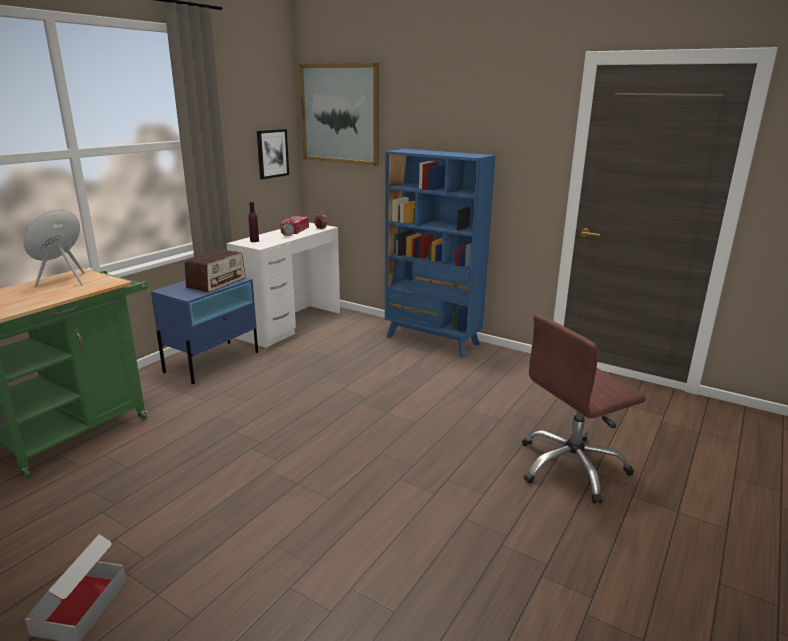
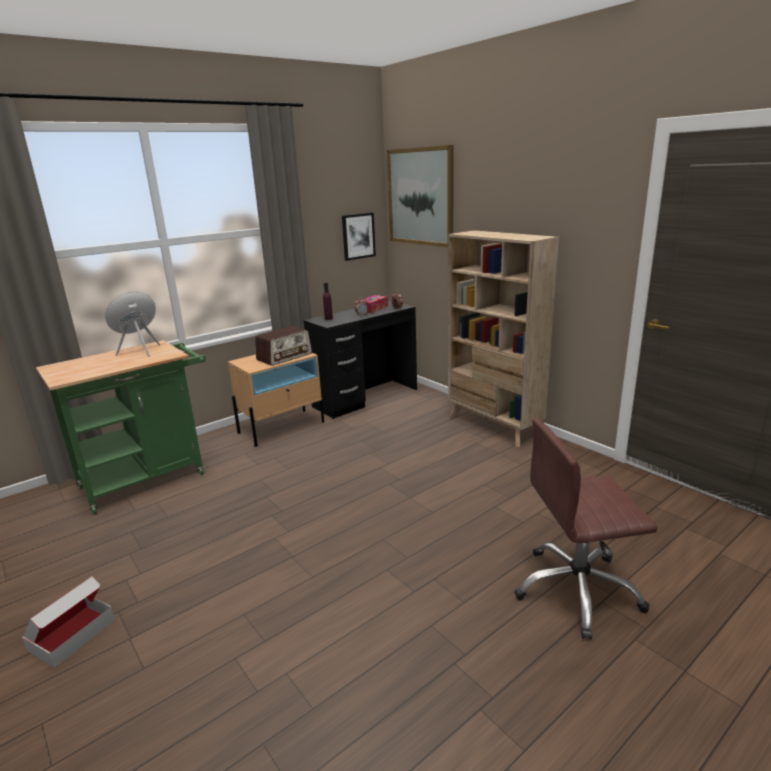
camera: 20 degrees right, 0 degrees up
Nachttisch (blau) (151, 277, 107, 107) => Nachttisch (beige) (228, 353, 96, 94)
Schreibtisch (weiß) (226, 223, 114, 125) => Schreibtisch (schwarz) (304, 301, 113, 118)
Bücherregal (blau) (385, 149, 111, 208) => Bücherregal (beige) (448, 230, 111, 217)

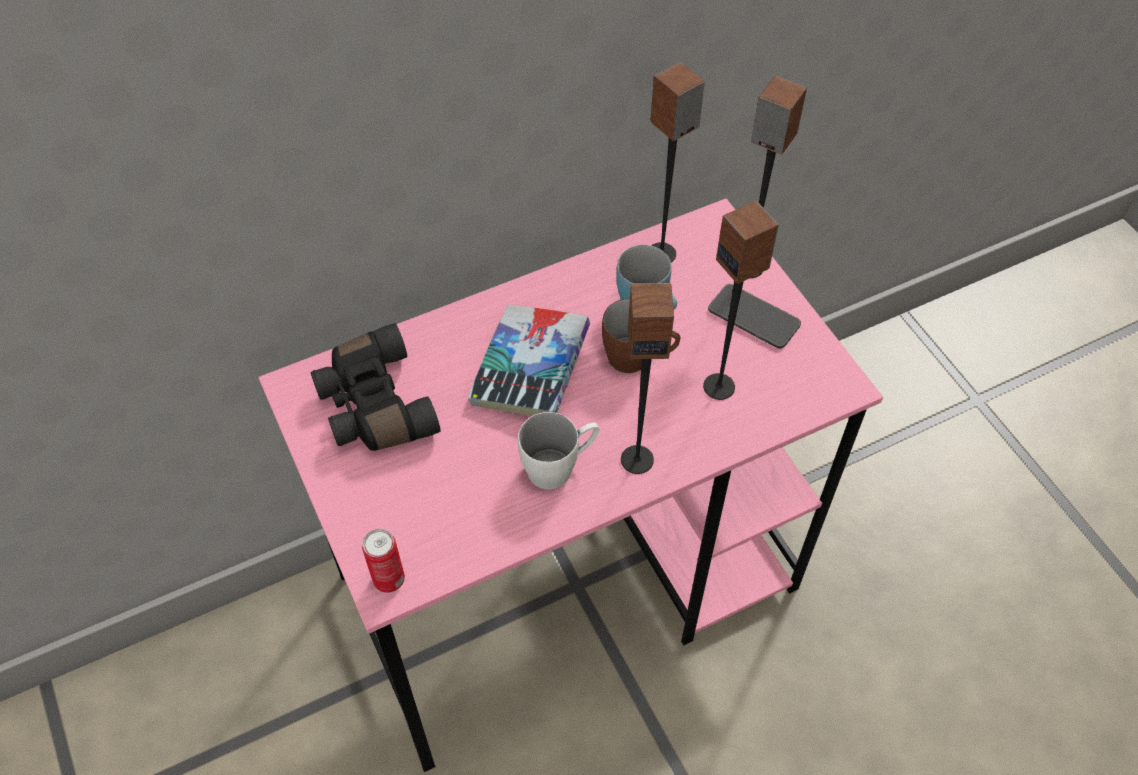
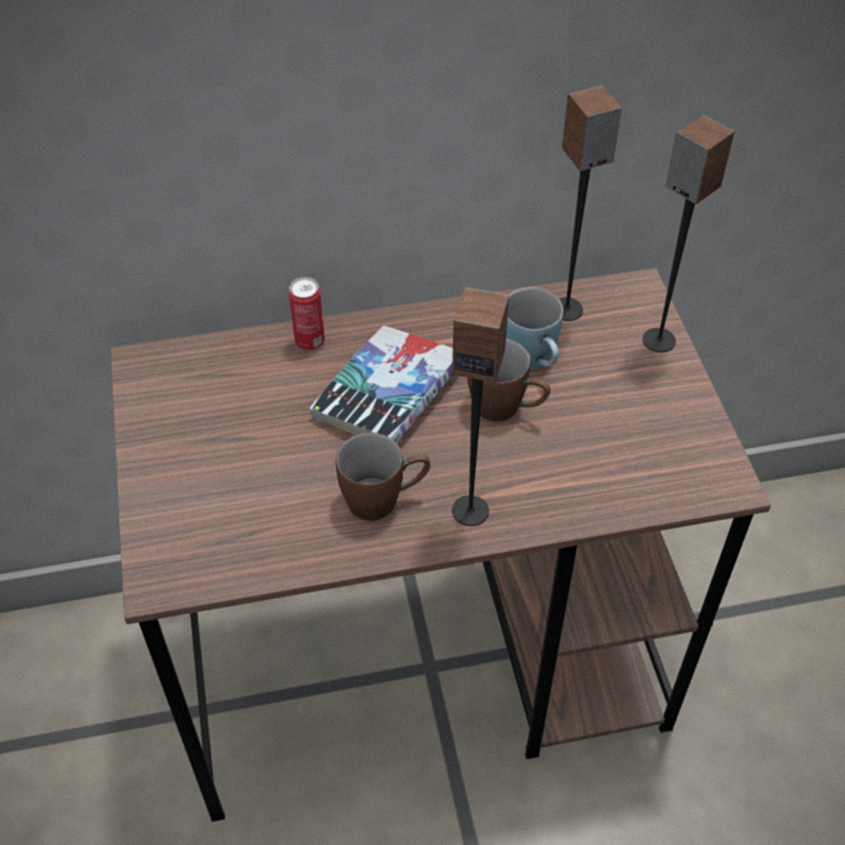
camera: 15 degrees right, 5 degrees down
Fernglas (schwarz) (310, 323, 131, 128) => nothing
Lautsprecher (703, 201, 76, 199) => nothing
Handy (708, 284, 93, 64) => nothing
Dose (362, 529, 43, 64) => Dose (289, 277, 36, 74), moved
Schreibtisch (rosa) (258, 198, 625, 574) => Schreibtisch (braun) (110, 268, 661, 554)
Henkelbecher (weiß) (518, 412, 82, 77) => Henkelbecher (braun) (336, 432, 94, 89)

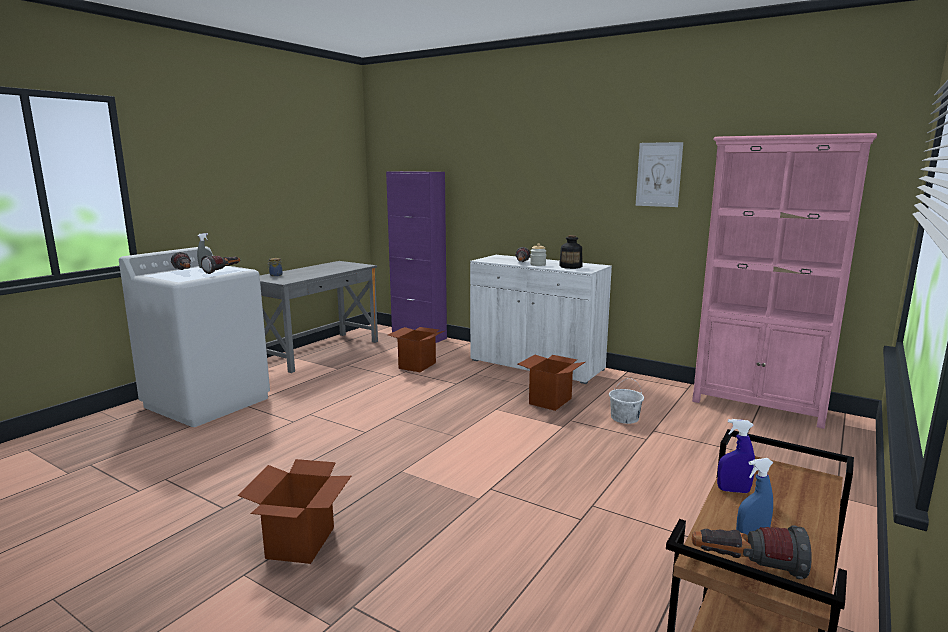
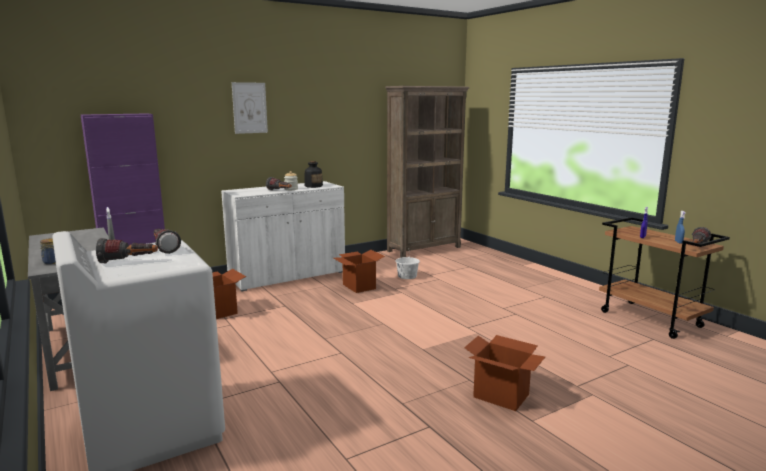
camera: 65 degrees left, 0 degrees up
Bild (636, 142, 47, 65) => Bild (232, 82, 36, 52), moved
Bücherregal (rosa) (692, 133, 185, 296) => Bücherregal (braun) (385, 86, 84, 172)

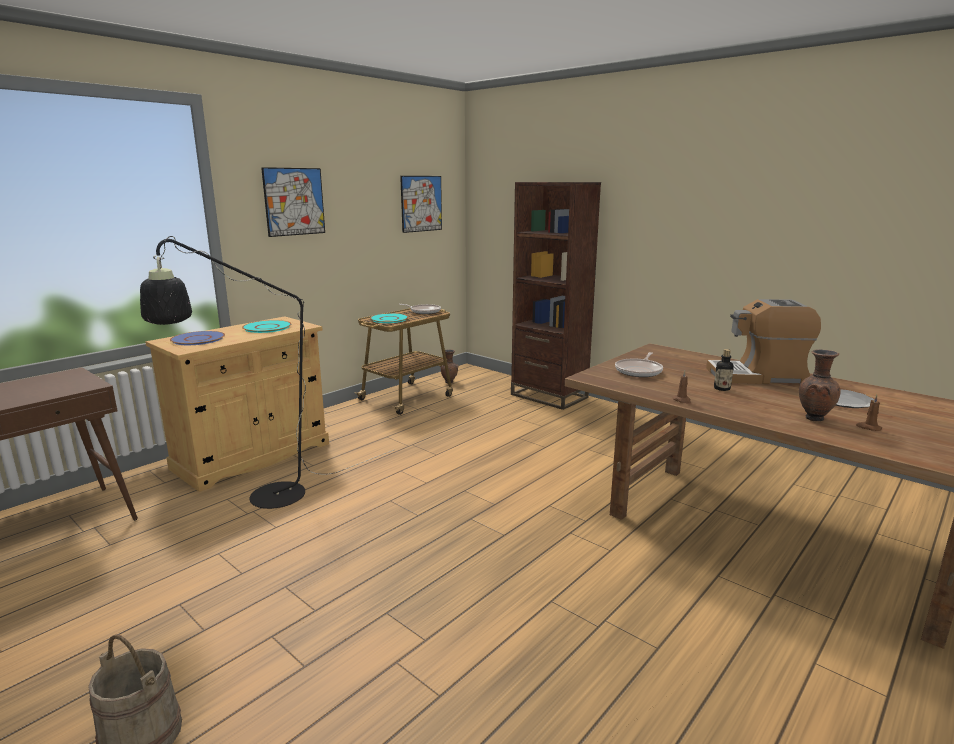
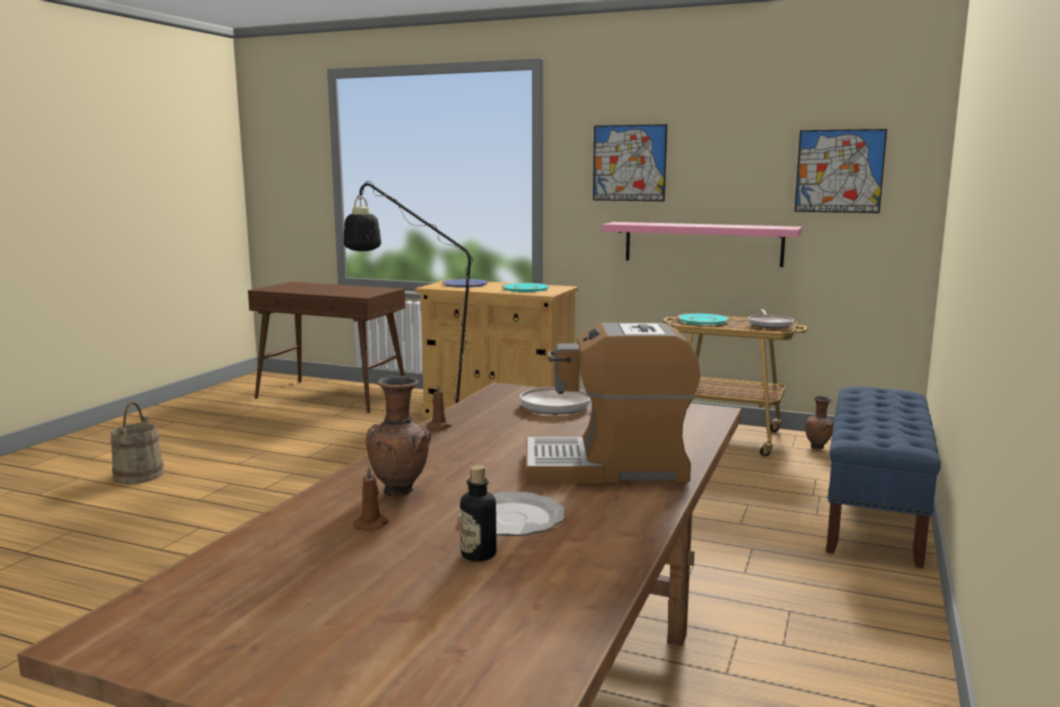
camera: 70 degrees right, 5 degrees down
nothing => Wandregal (rosa) (602, 222, 200, 45)
Flasche (714, 349, 20, 42) => Flasche (460, 465, 36, 96), moved
Bücherregal (braun) (511, 182, 90, 228) => Bank (blau) (826, 386, 115, 182)
Kaffeemaschine (706, 299, 115, 85) => Kaffeemaschine (526, 323, 174, 161), 75 degrees counterclockwise

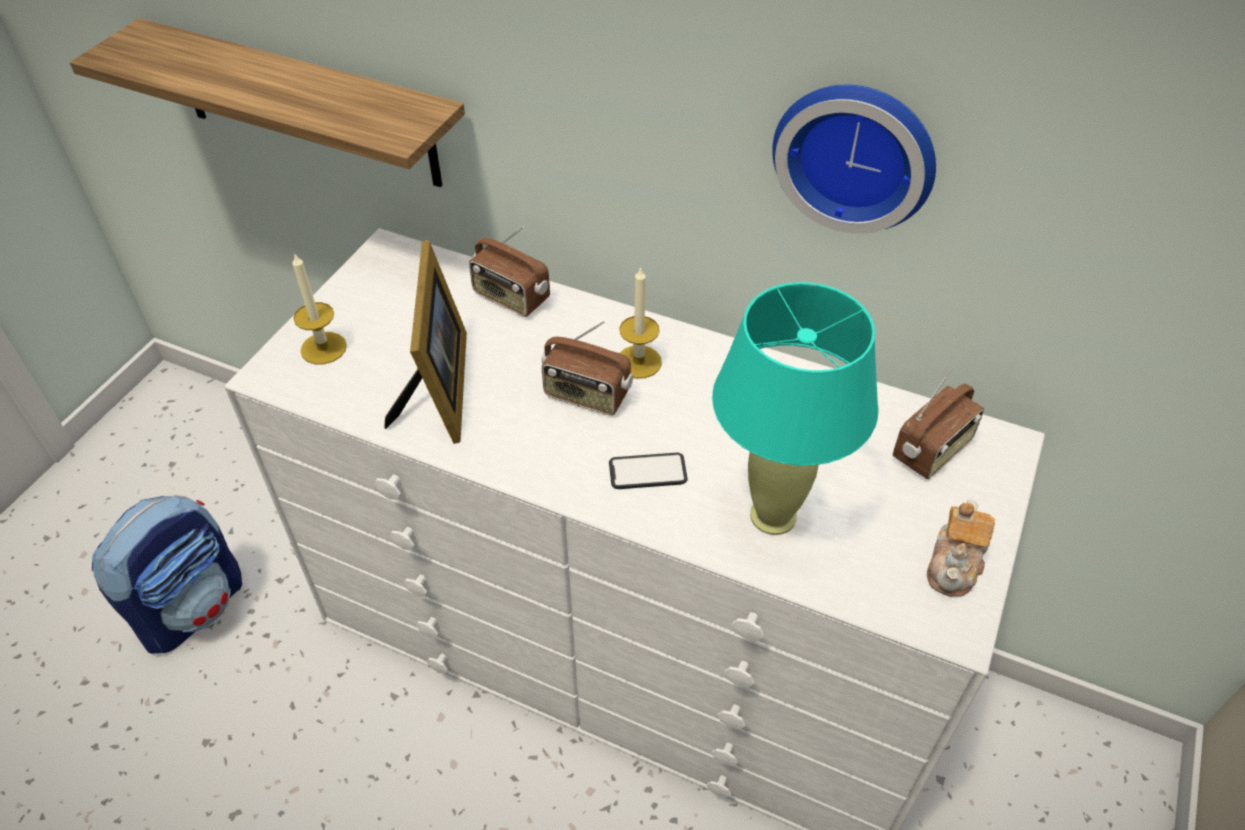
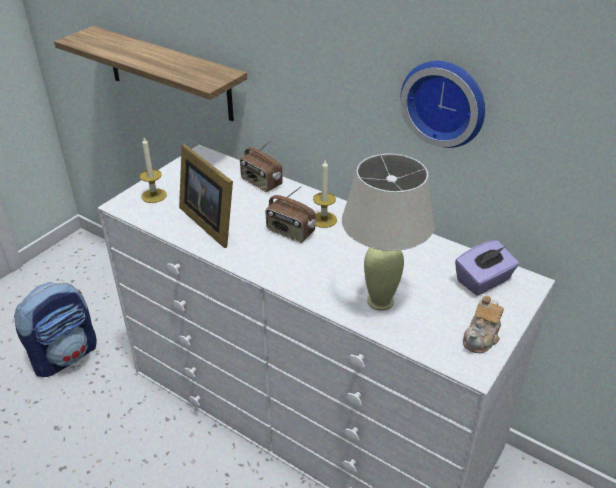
camera: 10 degrees right, 10 degrees down
Handy (609, 453, 79, 36) => nothing
Radio (893, 367, 91, 112) => Taschentuchbox (lila) (455, 240, 64, 55)
Tischlampe (türkis) (712, 282, 167, 253) => Tischlampe (beige) (342, 154, 93, 157)
Bilderrahmen (384, 240, 83, 204) => Bilderrahmen (179, 144, 54, 104), 135 degrees clockwise

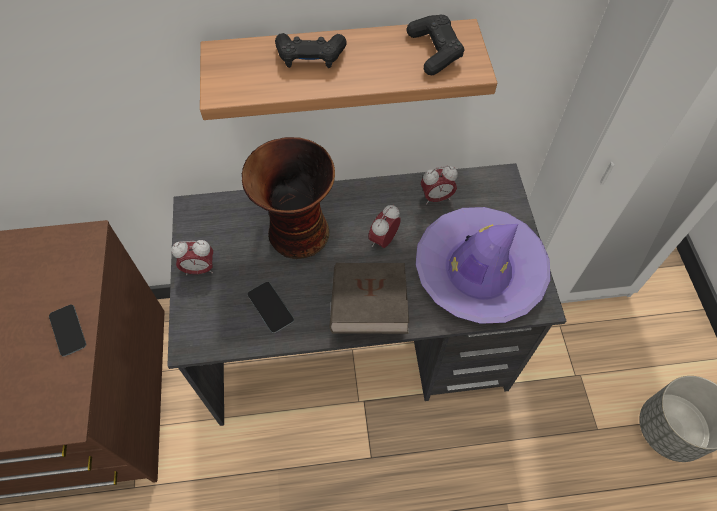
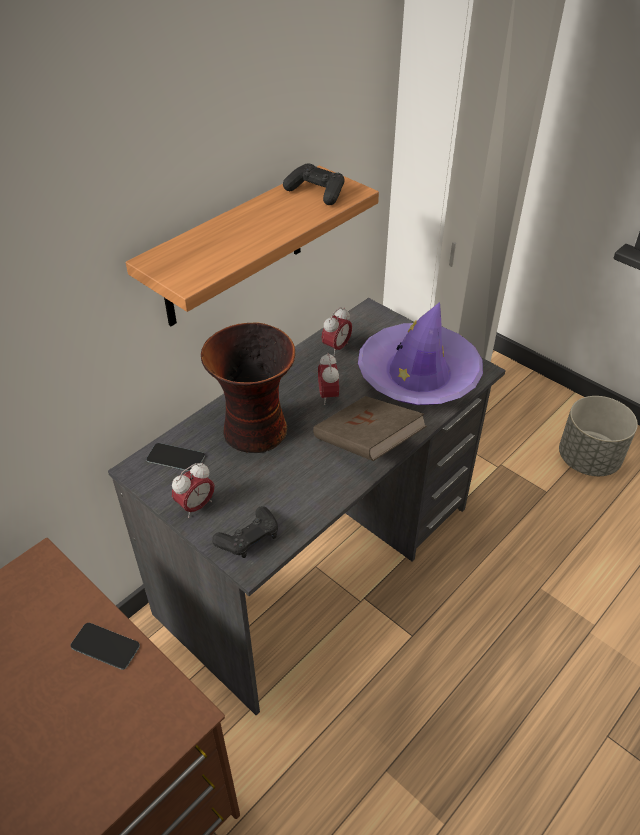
camera: 40 degrees left, 15 degrees down
Handy (248, 282, 46, 51) => Handy (146, 443, 59, 28), moved
Gamepad (schwarz) (275, 33, 72, 35) => Gamepad (schwarz) (212, 506, 66, 52), moved

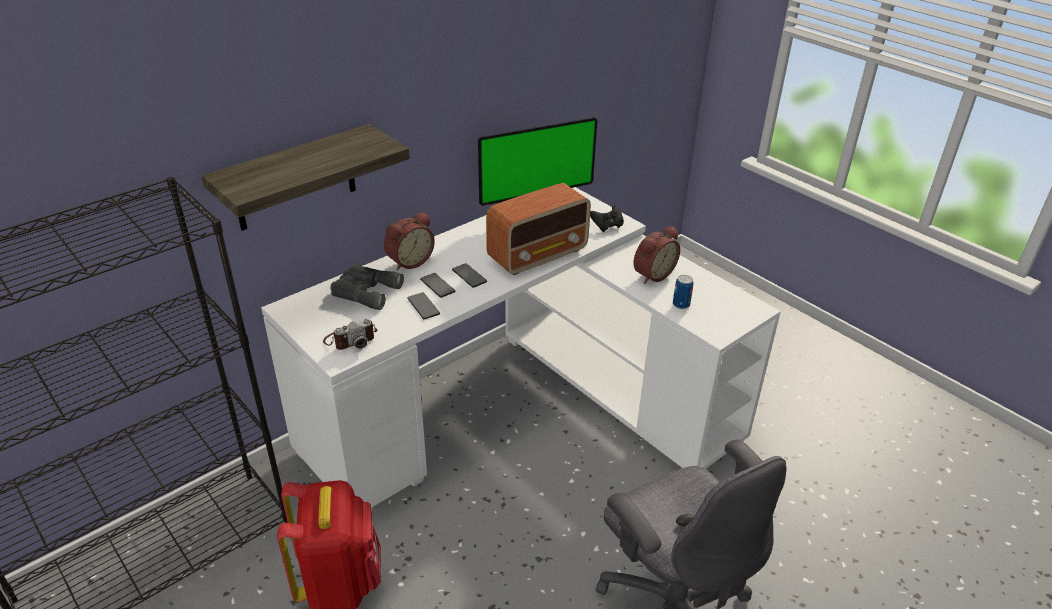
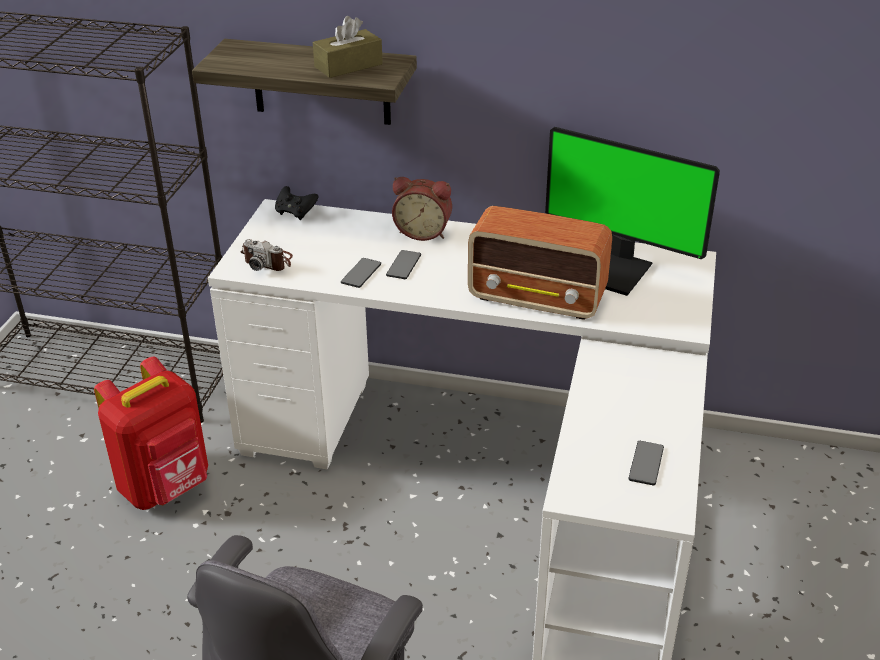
camera: 55 degrees right, 0 degrees up
Fernglas (grau) (330, 264, 74, 46) => nothing
Wecker (633, 226, 47, 58) => nothing
Dose (673, 275, 20, 34) => nothing
nothing => Taschentuchbox (braun) (313, 16, 70, 62)
Handy (452, 263, 35, 25) => Handy (628, 441, 36, 44), moved
Gamepad (schwarz) (590, 205, 34, 27) => Gamepad (schwarz) (275, 186, 44, 34), moved

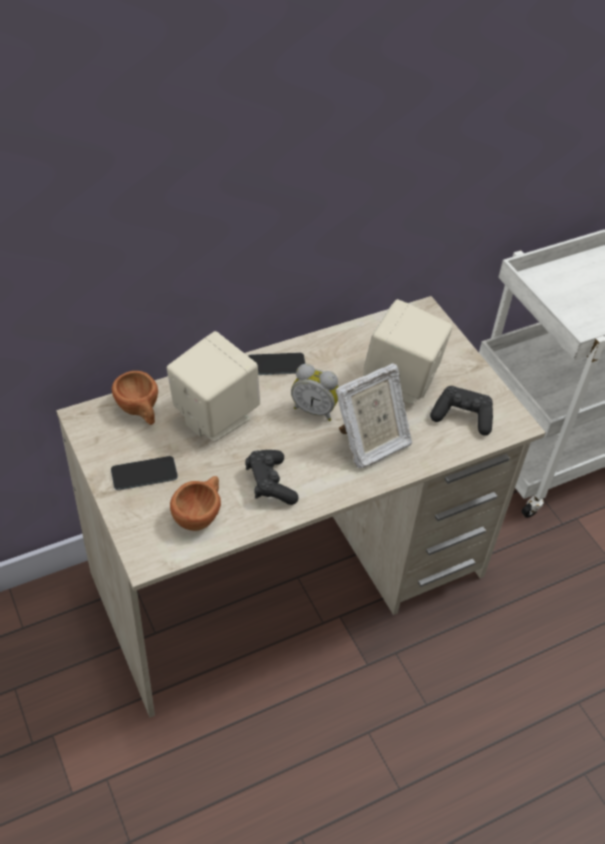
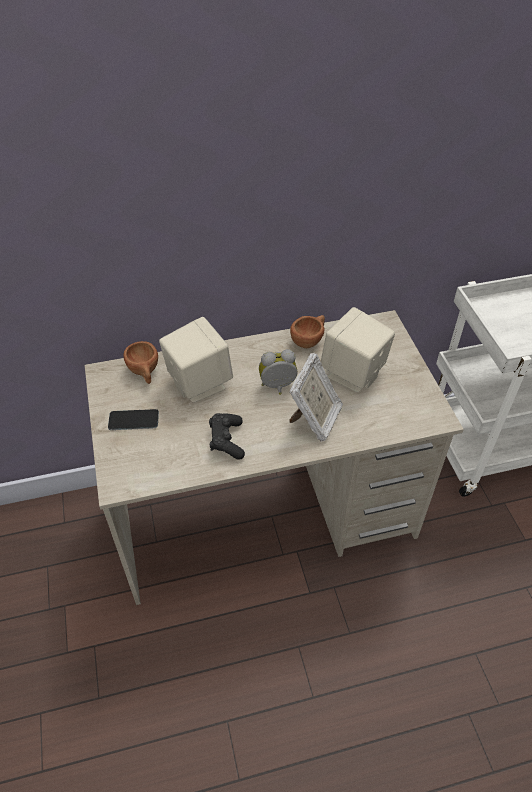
camera: 15 degrees right, 0 degrees up
Handy (248, 353, 57, 22) => nothing
Gamepad (schwarz) (430, 386, 63, 50) => nothing
Tasse (braun) (170, 476, 51, 55) => Tasse (braun) (290, 315, 35, 33), moved
Wecker (291, 364, 48, 57) => Wecker (259, 349, 38, 46), 135 degrees clockwise
Bilderrahmen (335, 363, 77, 105) => Bilderrahmen (289, 353, 54, 89), 45 degrees counterclockwise

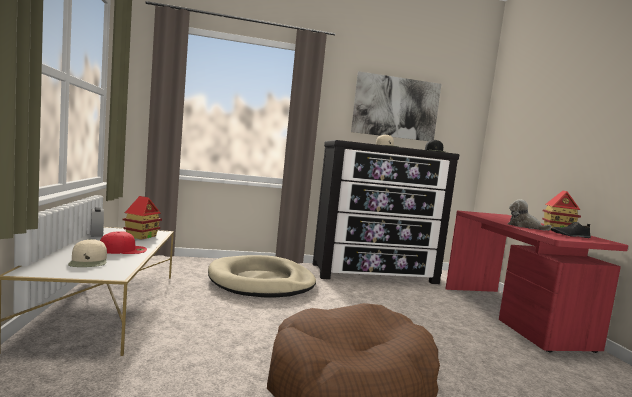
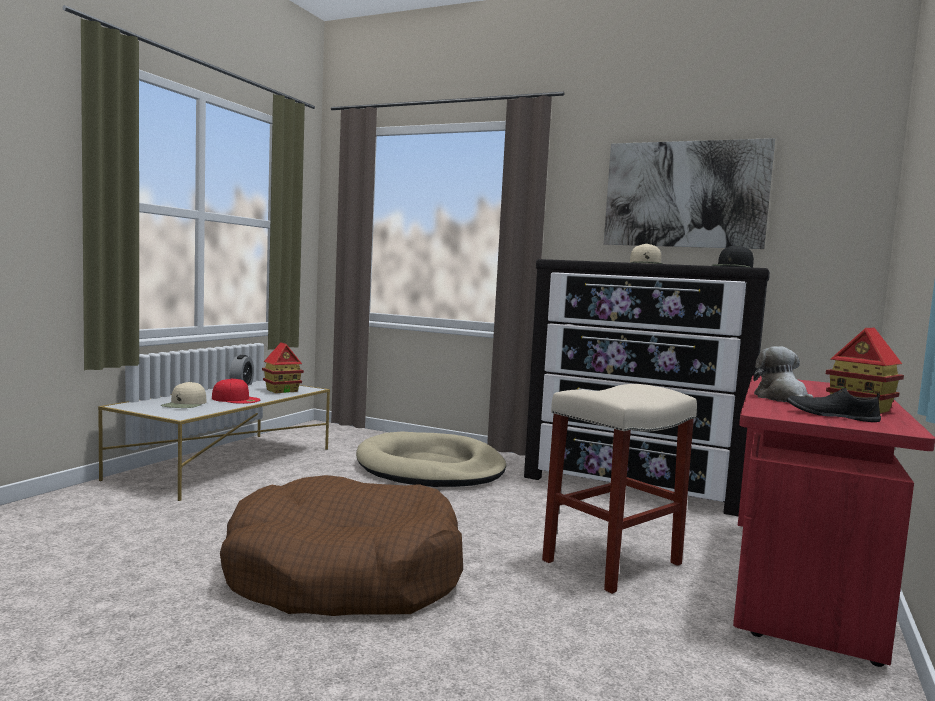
camera: 35 degrees right, 0 degrees up
nothing => Hocker (beige) (542, 384, 155, 210)

